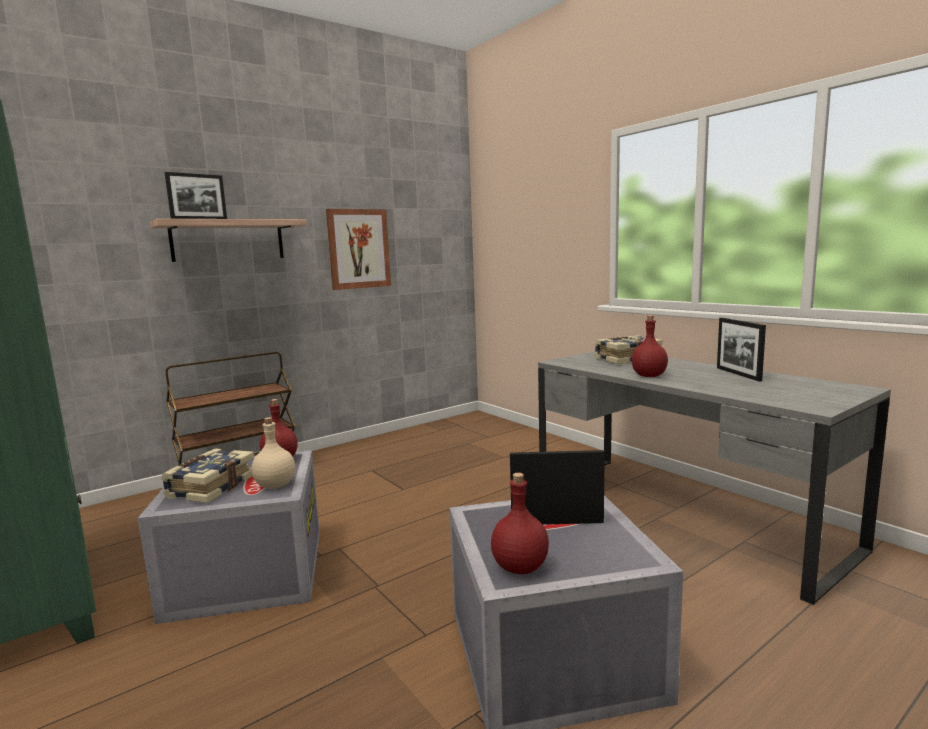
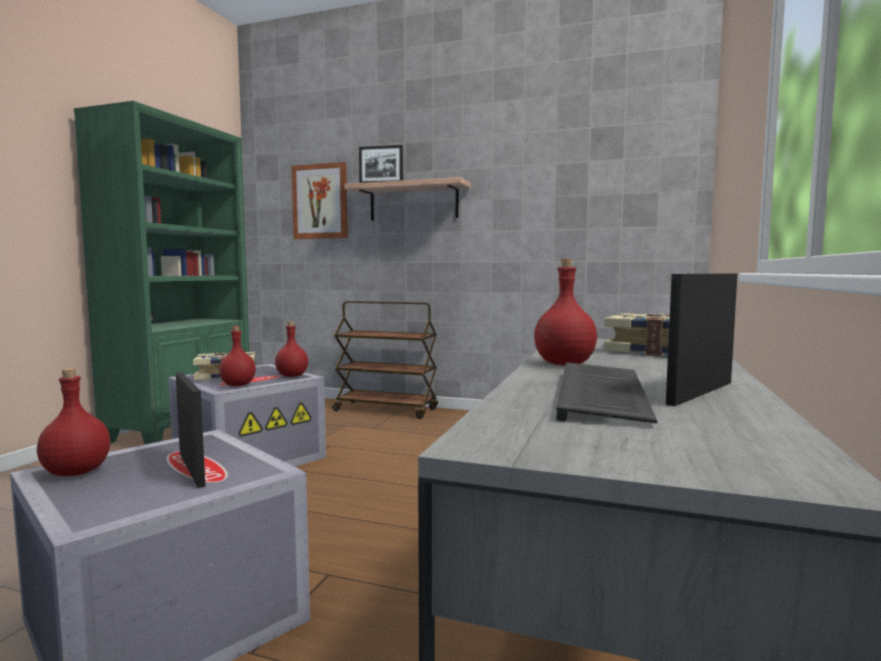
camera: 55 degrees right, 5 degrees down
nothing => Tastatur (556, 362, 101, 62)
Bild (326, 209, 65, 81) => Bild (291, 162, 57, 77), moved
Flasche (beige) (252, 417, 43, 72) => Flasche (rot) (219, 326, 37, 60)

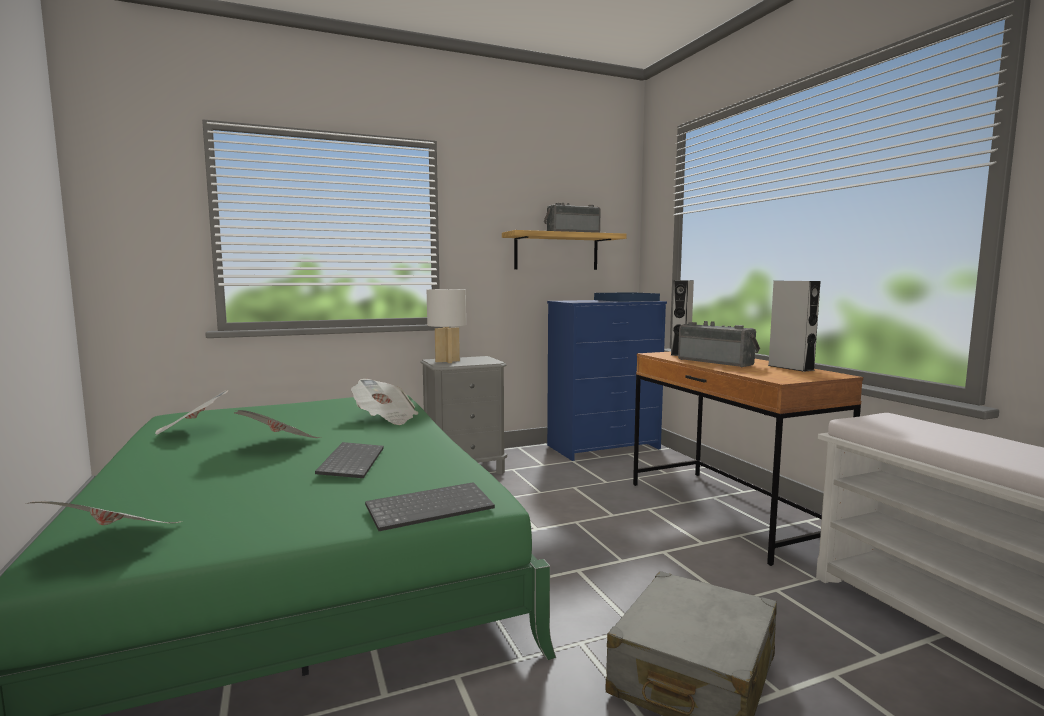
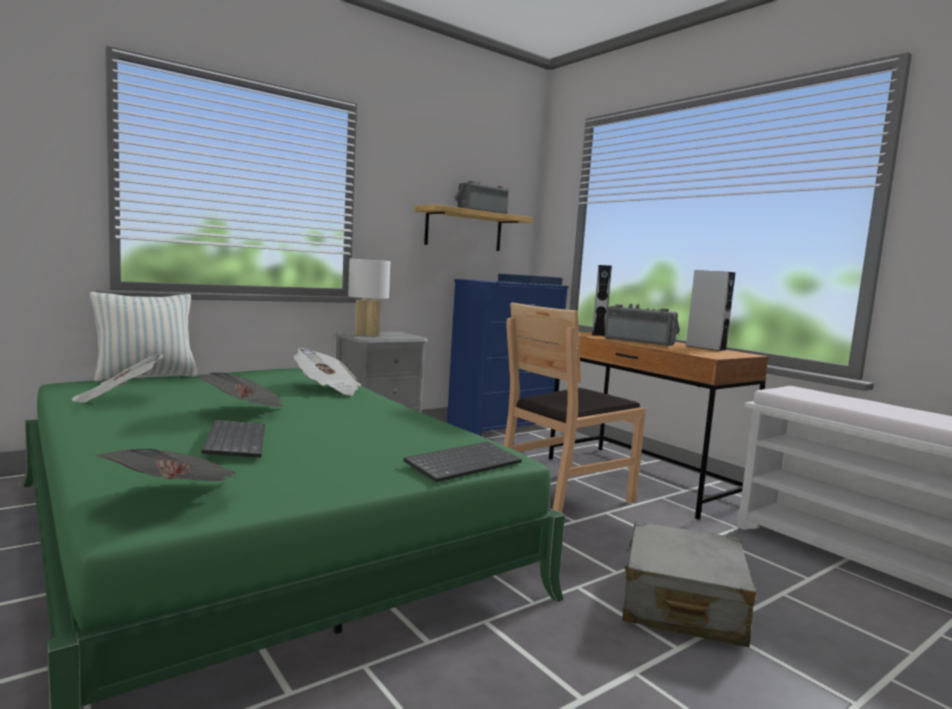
camera: 15 degrees left, 0 degrees up
nothing => Kissen (90, 292, 108, 90)
nothing => Stuhl (braun) (503, 302, 143, 211)
Tastatur (315, 442, 69, 36) => Tastatur (201, 420, 64, 38), moved

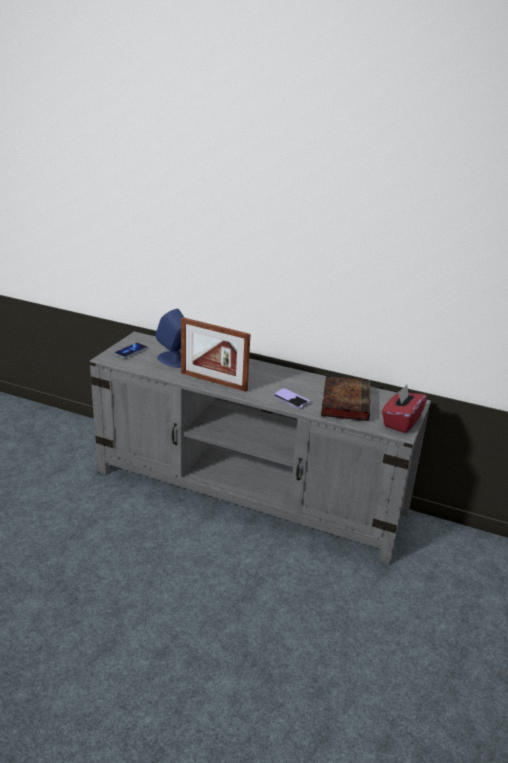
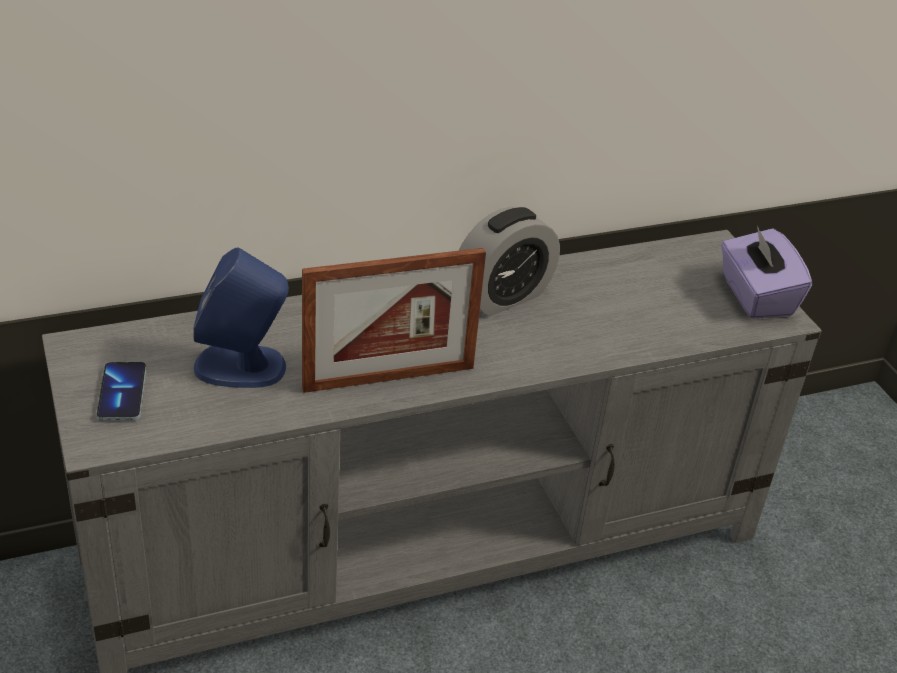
camera: 45 degrees left, 10 degrees up
Handy (273, 388, 37, 21) => nothing
Buch (321, 376, 49, 45) => nothing
nothing => Wecker (459, 206, 101, 111)
Taschentuchbox (rot) (382, 385, 45, 48) => Taschentuchbox (lila) (721, 226, 91, 93)

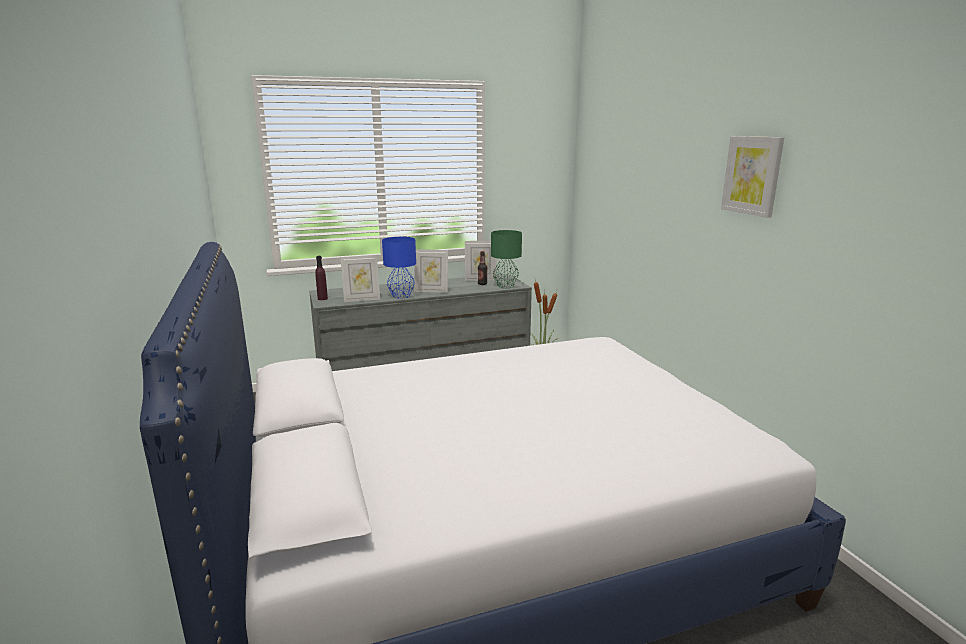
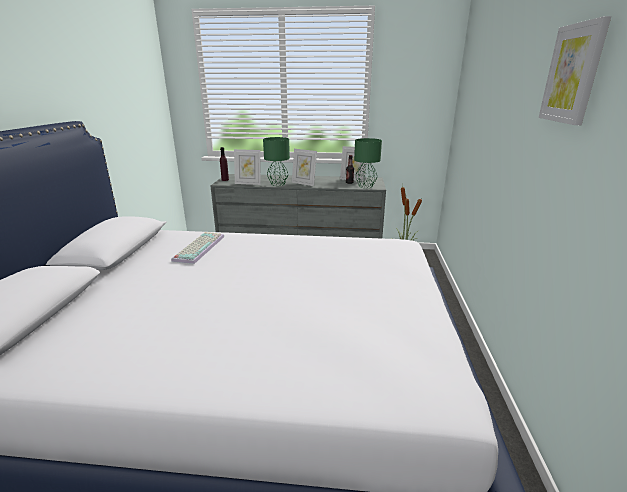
camera: 25 degrees right, 5 degrees up
nothing => Tastatur (171, 232, 53, 32)
Tischlampe (blau) (382, 237, 34, 62) => Tischlampe (grün) (263, 137, 27, 49)

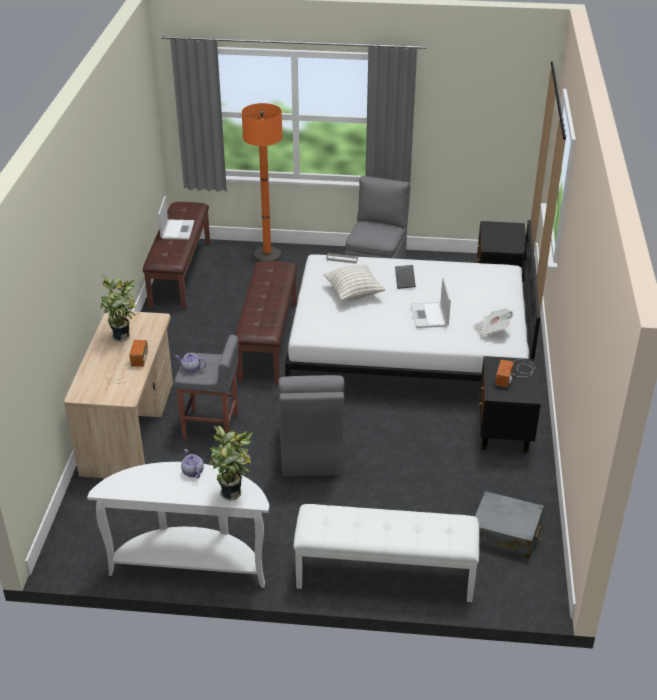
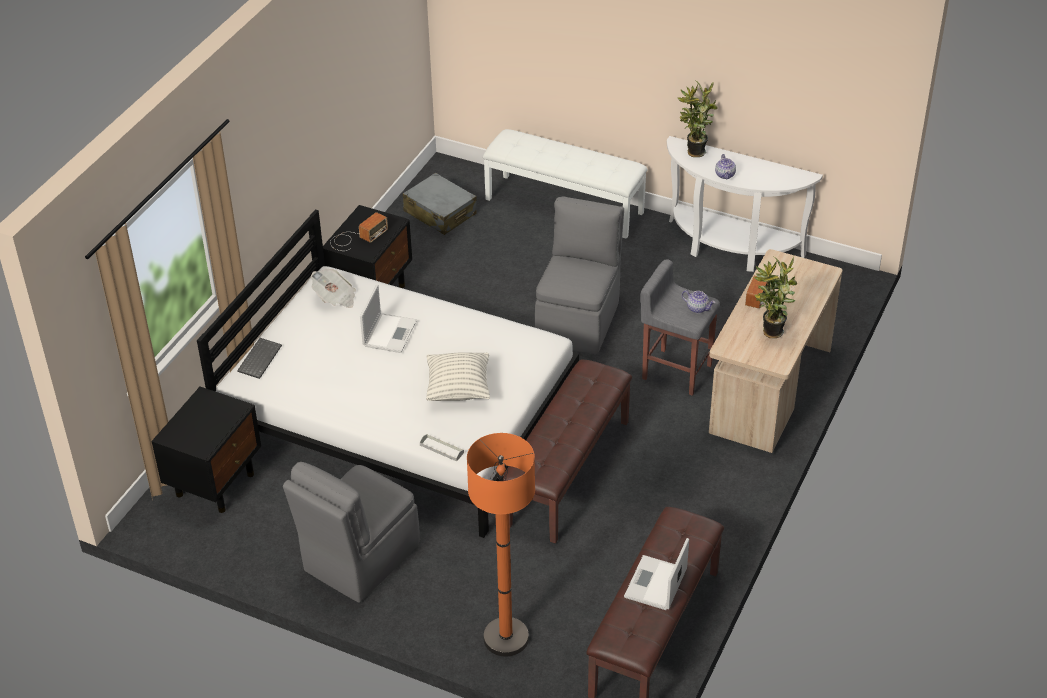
camera: 160 degrees left, 5 degrees up
Tastatur (395, 265, 21, 24) => Tastatur (237, 338, 45, 41), moved

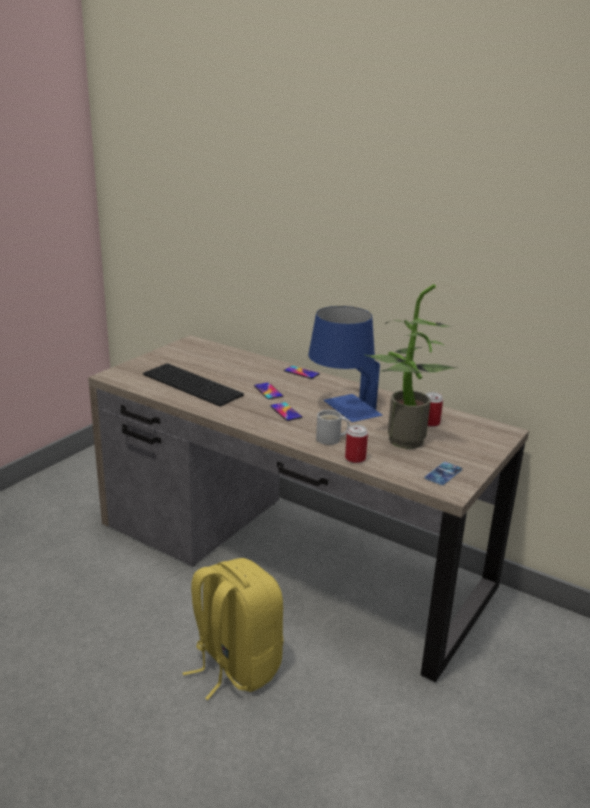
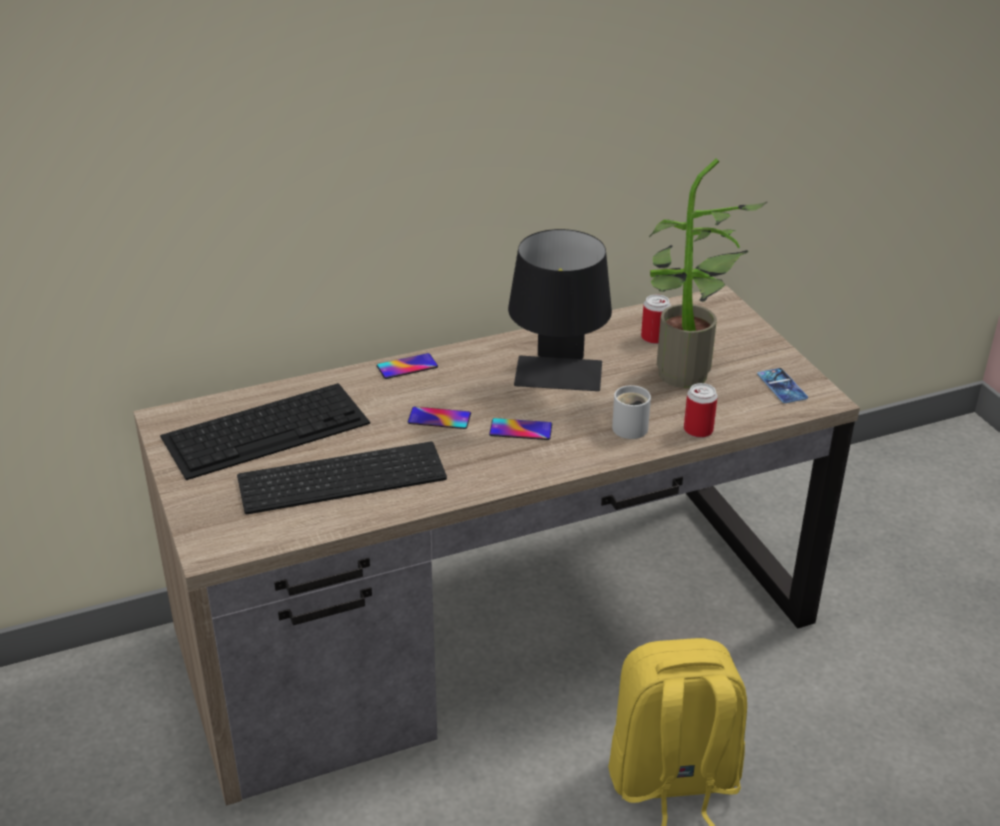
camera: 55 degrees left, 10 degrees up
nothing => Tastatur (160, 383, 210, 97)
Tischlampe (blau) (308, 306, 74, 116) => Tischlampe (schwarz) (508, 229, 104, 162)

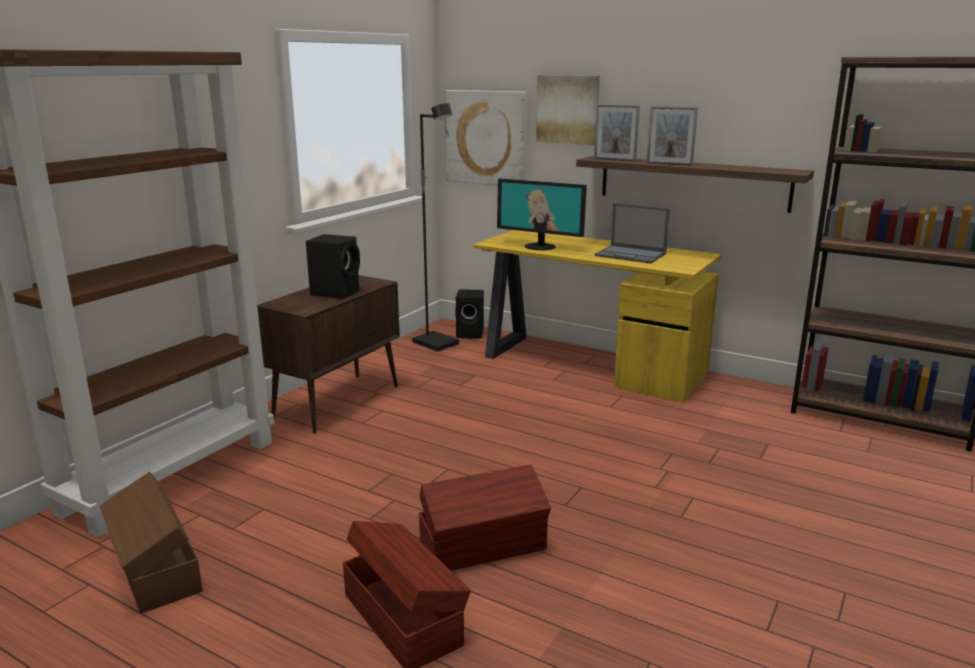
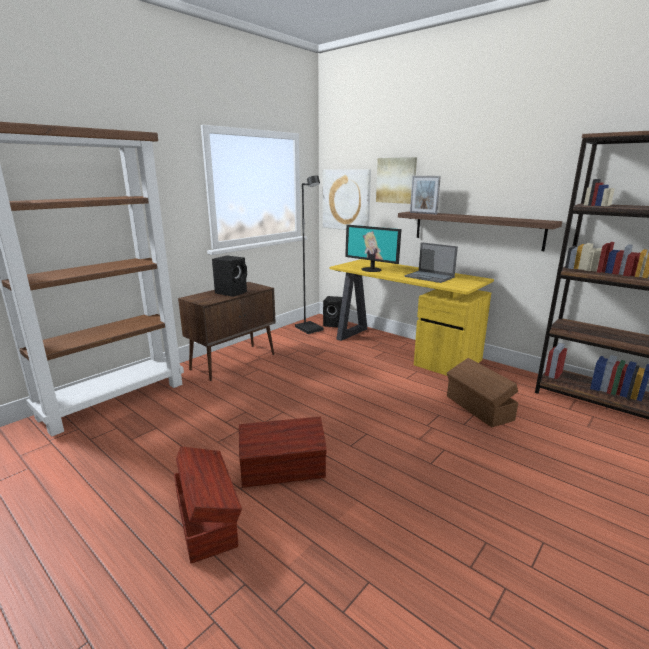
camera: 10 degrees right, 0 degrees up
Bilderrahmen (647, 106, 51, 60) => nothing
Aufbewahrungsbox (braun) (100, 472, 103, 142) => Aufbewahrungsbox (braun) (447, 358, 71, 69), moved

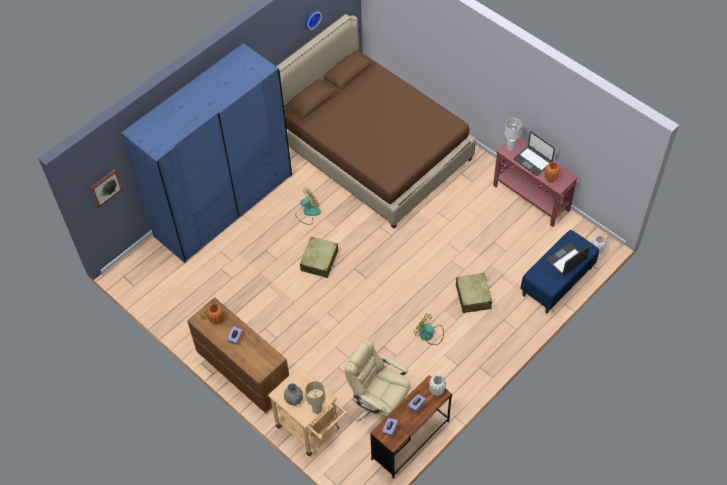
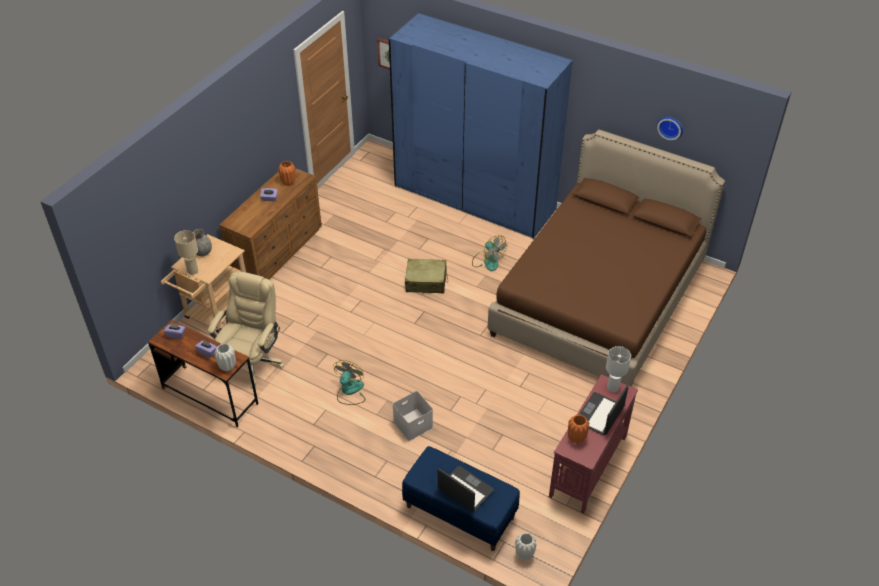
camera: 75 degrees right, 10 degrees down
Koffer (beige) (456, 273, 36, 40) => Aufbewahrungsbox (weiß) (393, 391, 40, 50)

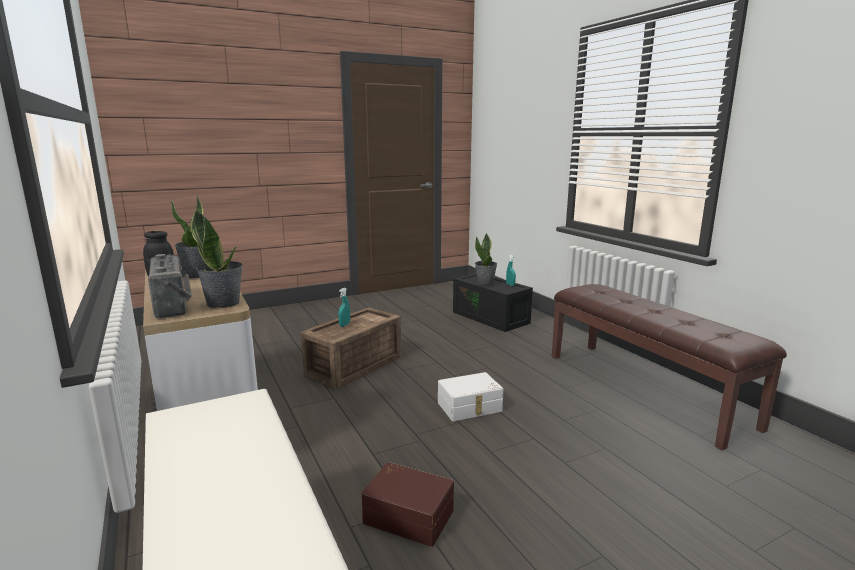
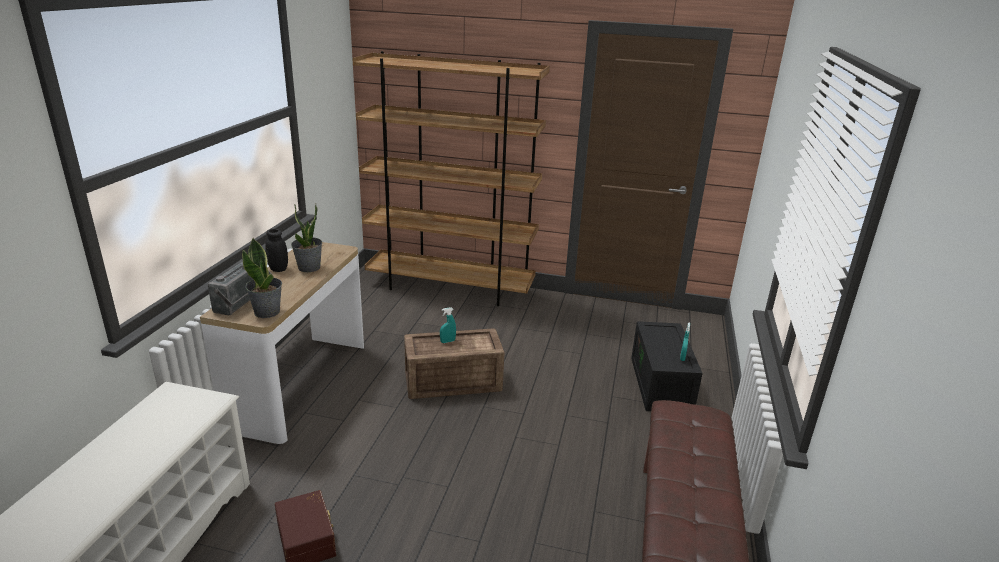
camera: 40 degrees right, 10 degrees up
Aufbewahrungsbox (weiß) (438, 372, 65, 49) => nothing
Topfpflanze (475, 233, 22, 52) => nothing
nothing => Bücherregal (braun) (352, 51, 198, 255)

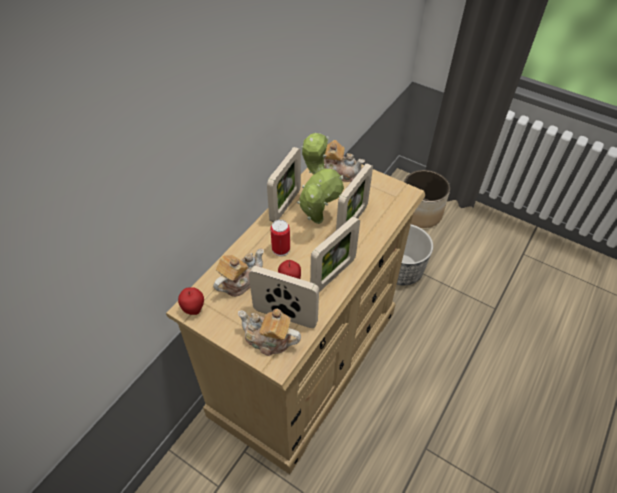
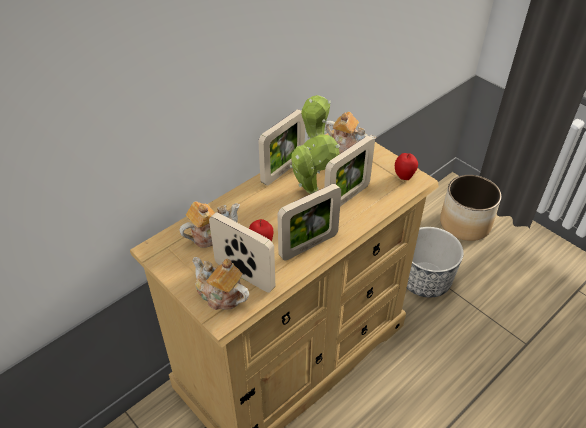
camera: 15 degrees right, 5 degrees down
Dose (270, 220, 20, 36) => nothing
Apfel (178, 287, 26, 28) => Apfel (395, 153, 23, 27), moved

